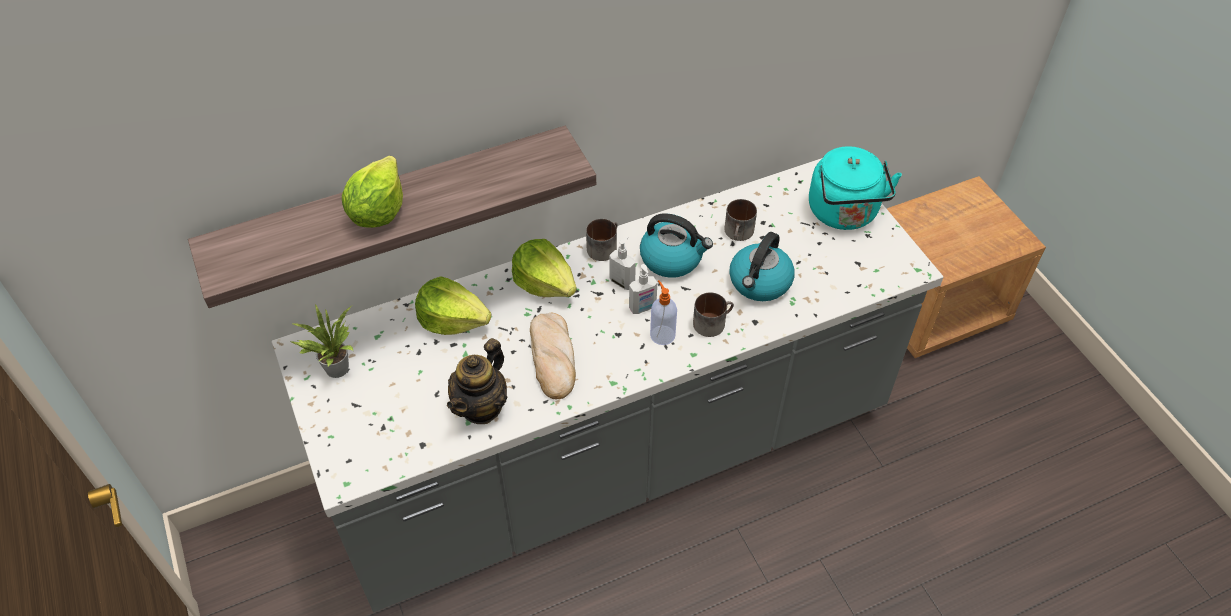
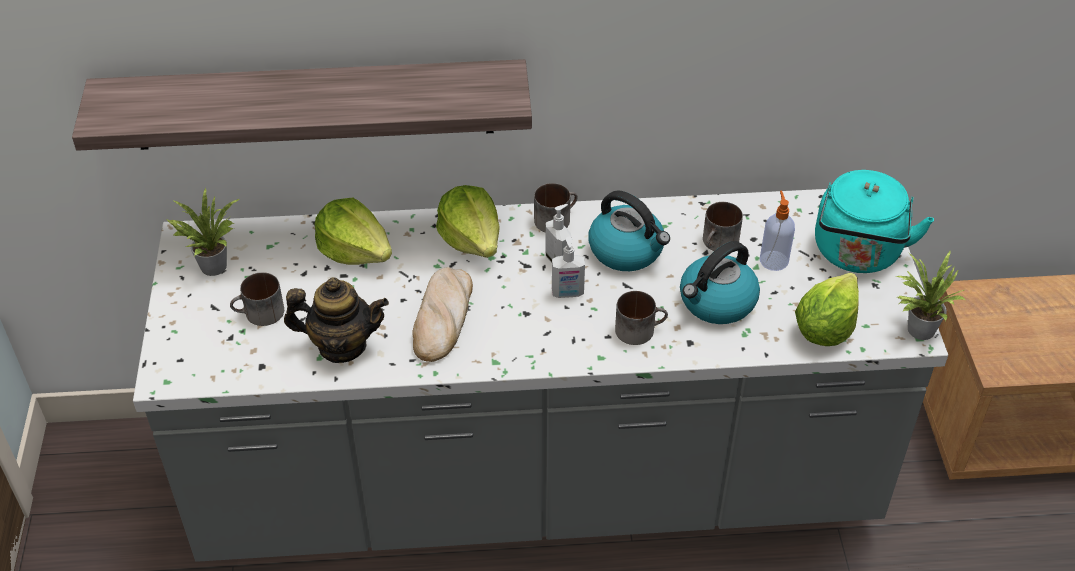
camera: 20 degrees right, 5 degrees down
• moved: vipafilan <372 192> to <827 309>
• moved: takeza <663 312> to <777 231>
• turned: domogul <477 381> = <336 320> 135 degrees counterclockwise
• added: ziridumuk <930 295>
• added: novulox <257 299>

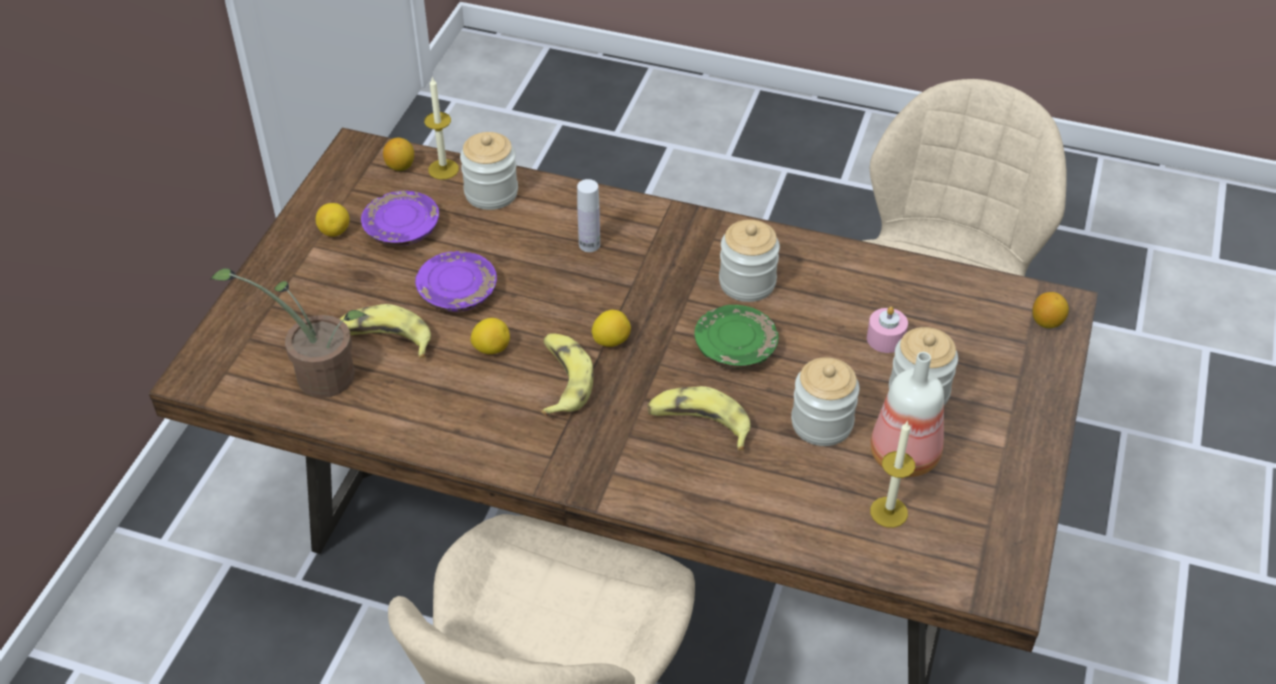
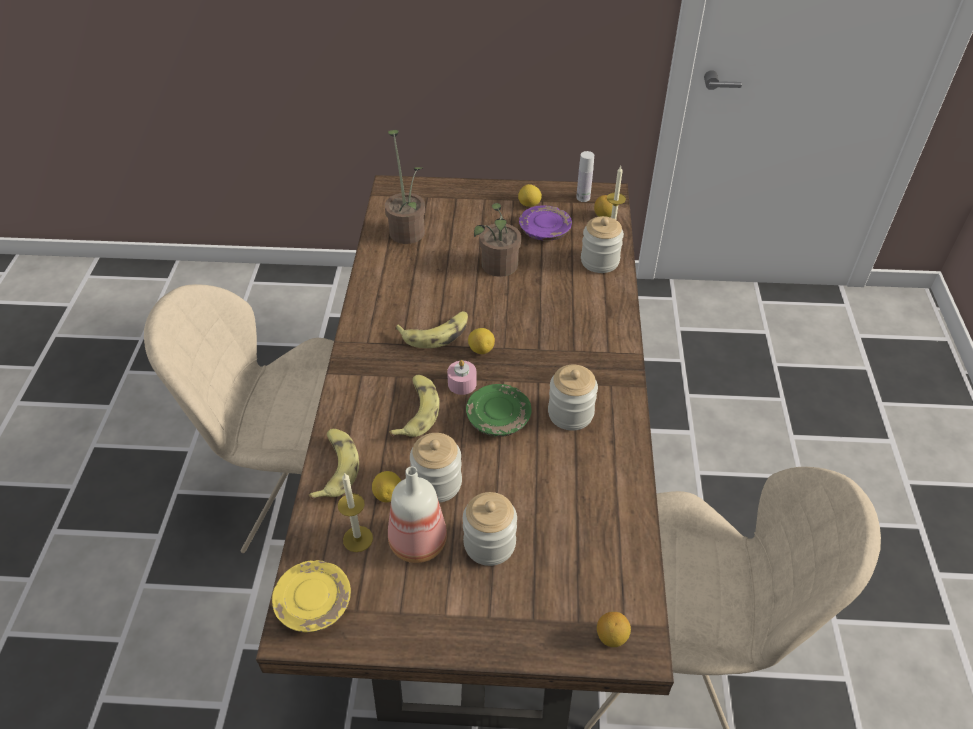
camera: 75 degrees right, 0 degrees up
• moved: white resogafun <588 215> to <585 176>
• replaced: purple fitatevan <456 281> to ziridumuk <497 240>
• moved: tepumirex <385 331> to <334 464>
• moved: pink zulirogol <887 329> to <462 377>
• moved: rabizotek <490 336> to <386 486>
• added: yellow fitatevan <311 596>

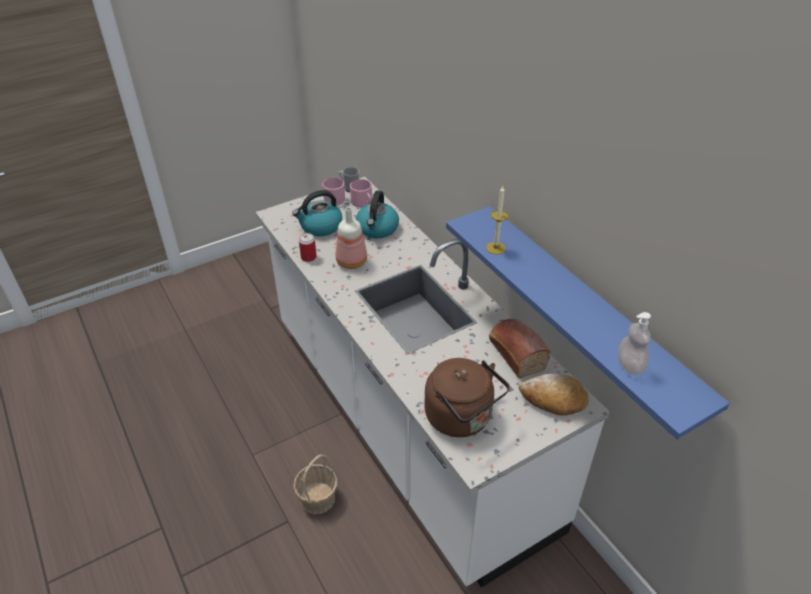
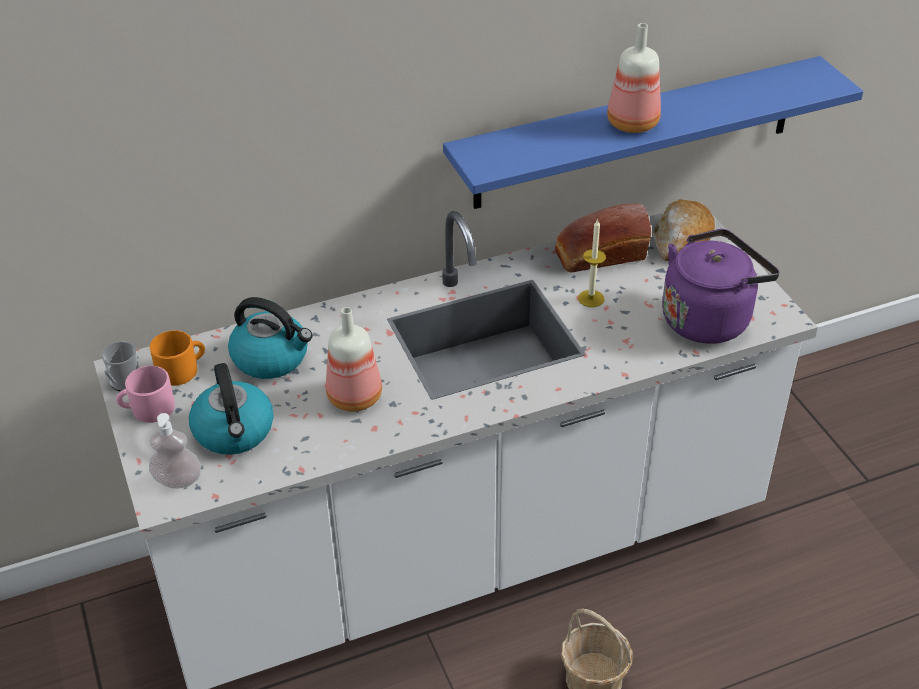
camera: 80 degrees left, 0 degrees up
• recoloured: pink novulox <361 193> to orange novulox <177 358>
• moved: zulirogol <497 220> to <592 262>
• removed: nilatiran <308 247>
• moved: takeza <634 343> to <175 451>
• recoloured: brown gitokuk <467 397> to purple gitokuk <721 286>
• added: resogafun <634 78>

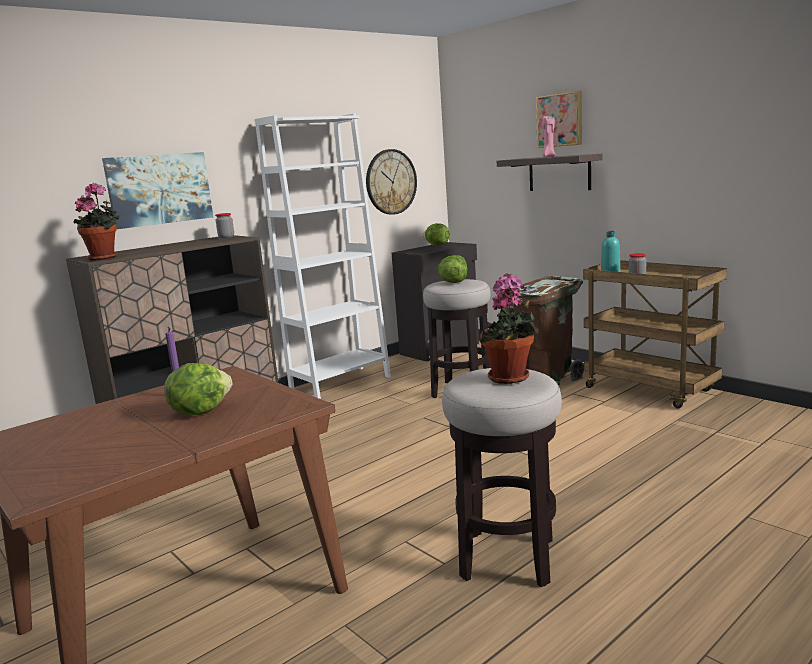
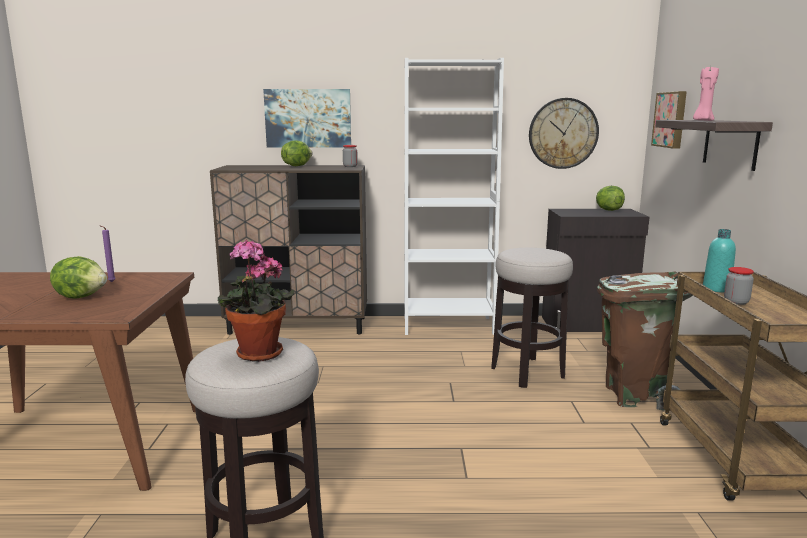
camera: 40 degrees right, 0 degrees up
• moved: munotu <559 119> to <669 120>
• removed: ziridumuk <96 222>
• moved: vipafilan <452 269> to <297 153>

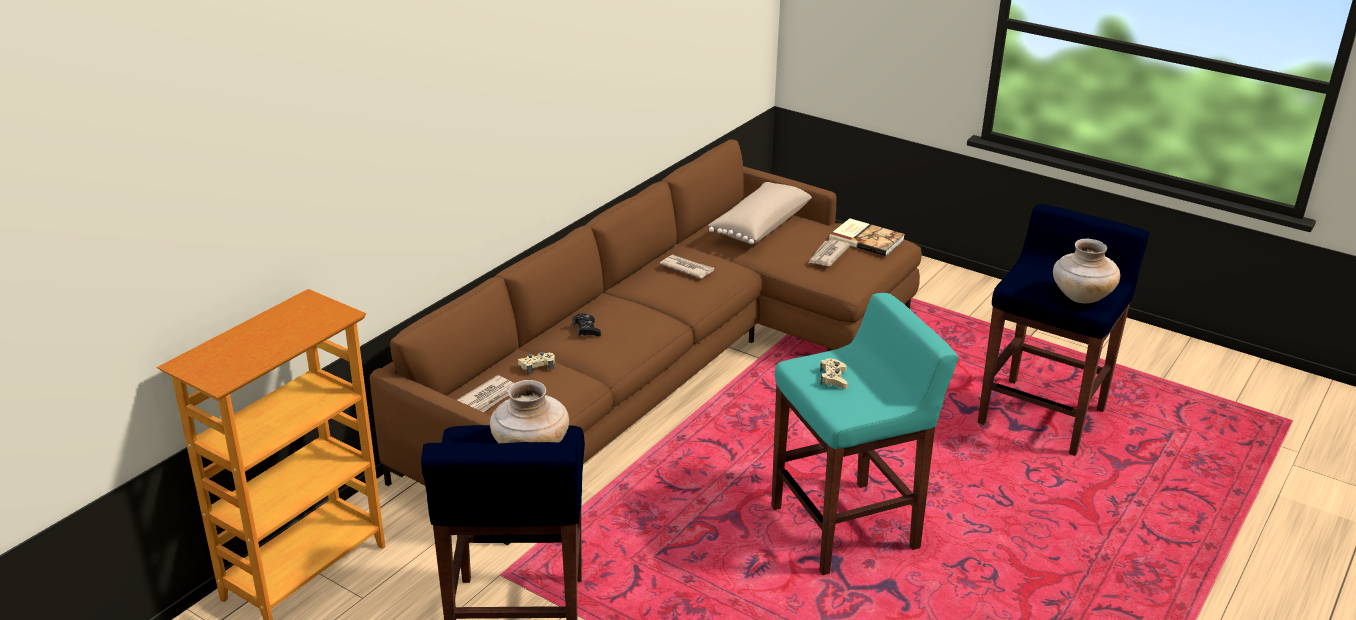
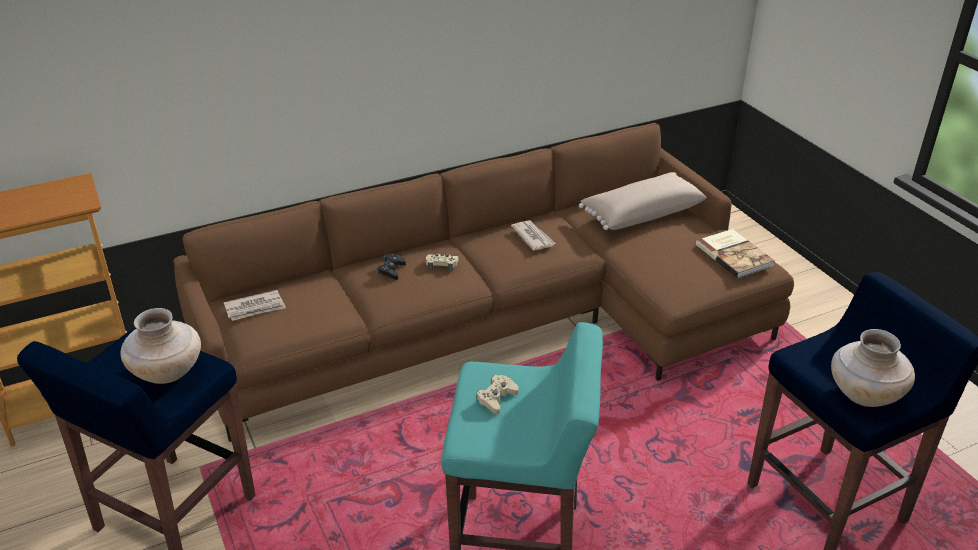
camera: 30 degrees right, 5 degrees up
• removed: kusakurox <829 253>
• moved: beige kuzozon <536 363> to <442 262>

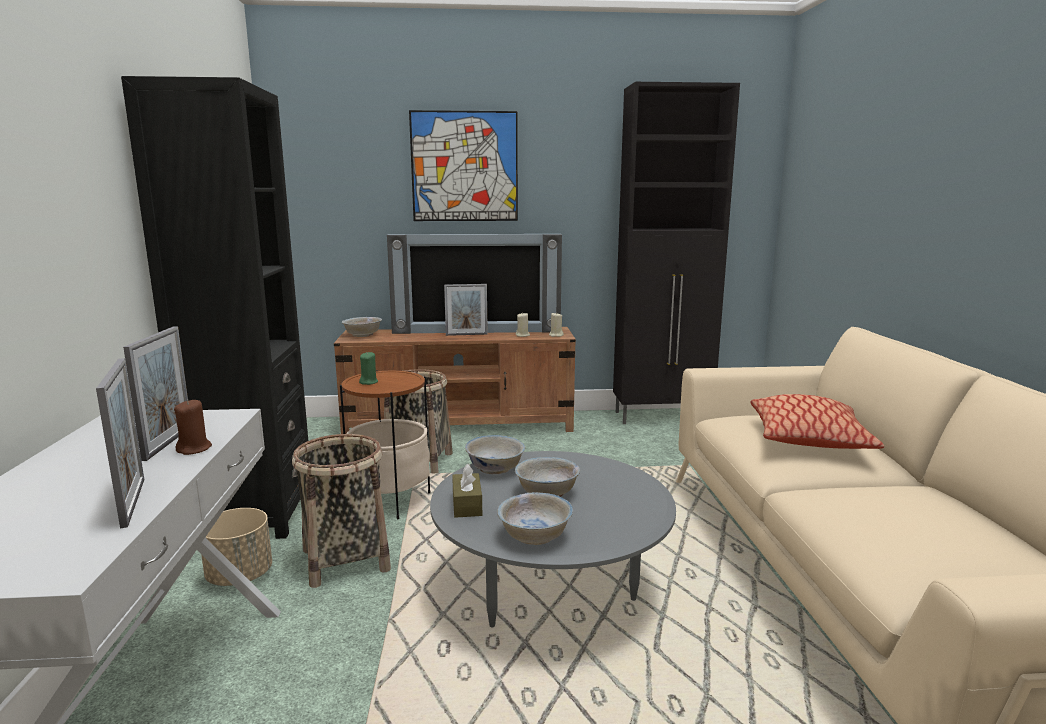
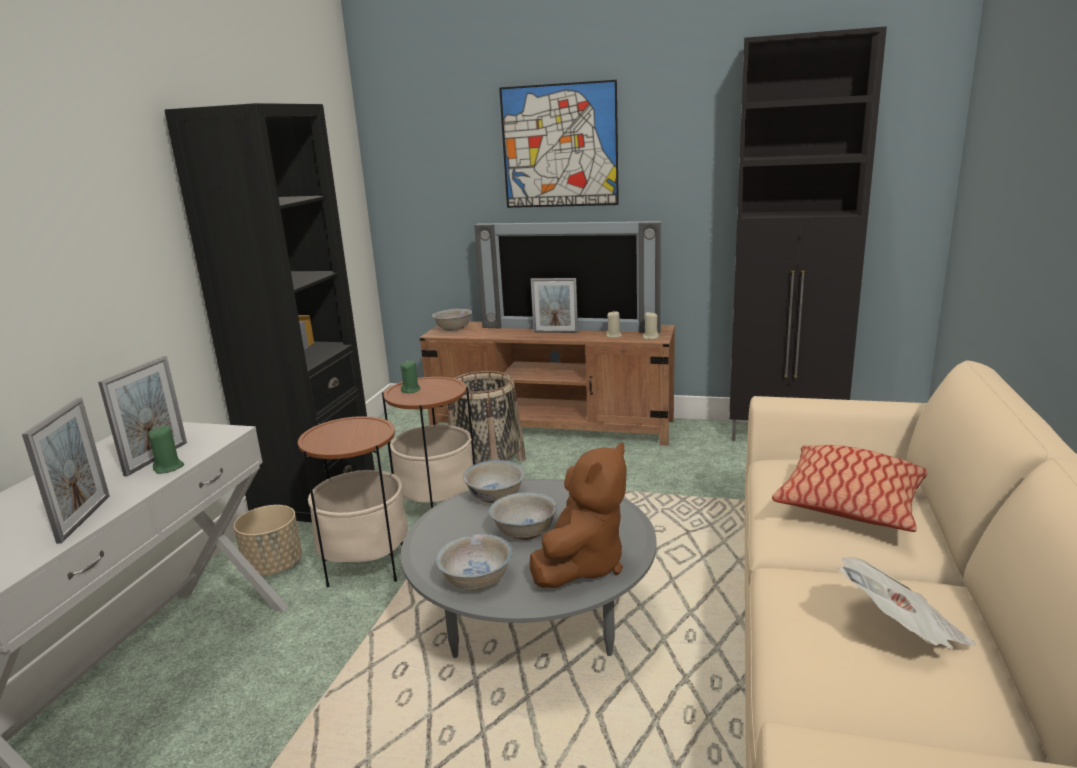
camera: 20 degrees right, 5 degrees up
• recoloured: brown zulirogol <193 427> to green zulirogol <166 449>
• replaced: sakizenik <341 511> to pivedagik <353 502>
• removed: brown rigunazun <467 491>
• added: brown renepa <578 515>
• added: kusakurox <907 603>

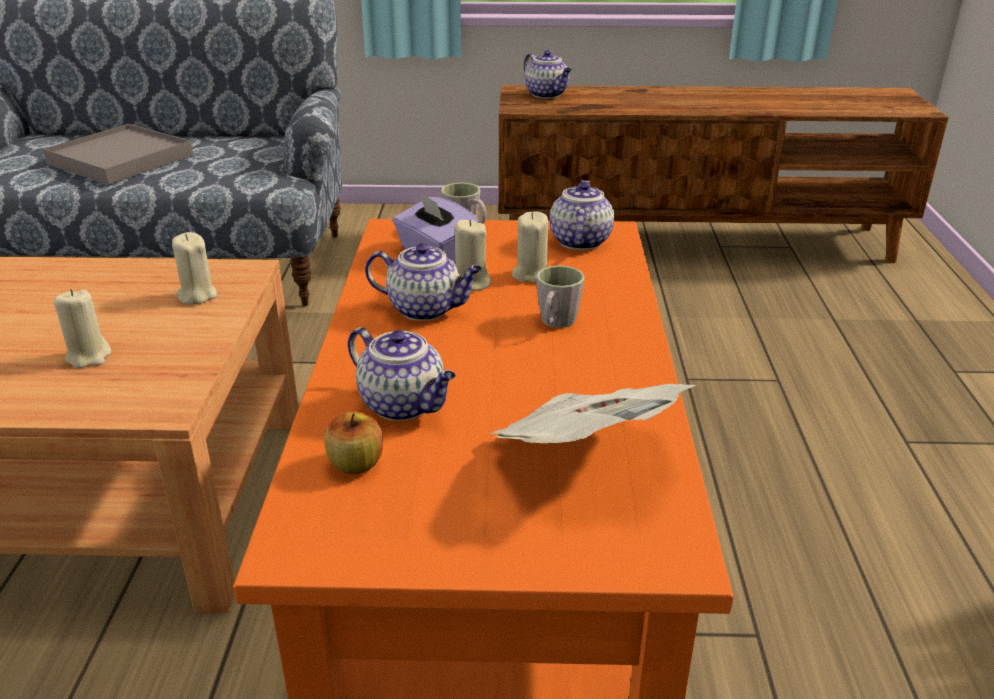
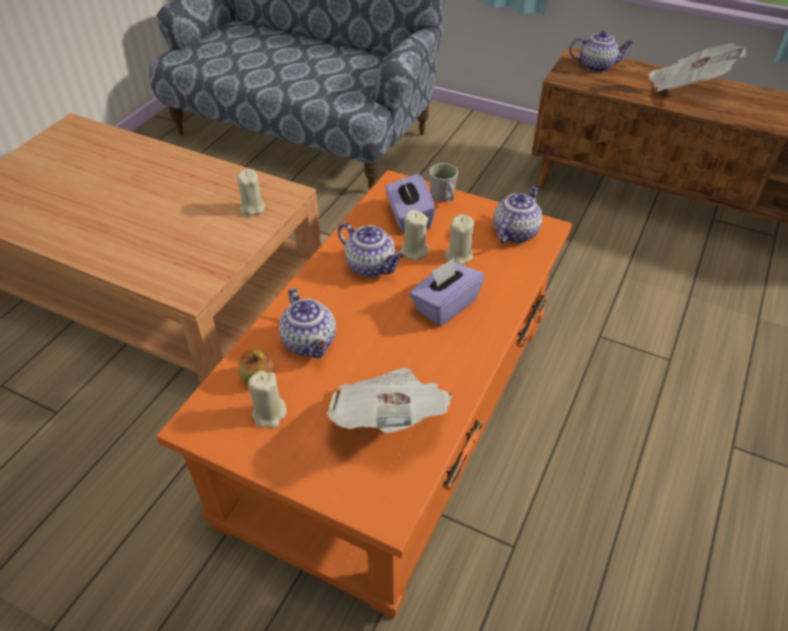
camera: 25 degrees right, 15 degrees up
• turned: domogul <548 74> = <601 51> 75 degrees counterclockwise
• removed: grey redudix <117 154>
• replaced: grey novulox <560 296> to purple rigunazun <447 292>
• moved: beige zulirogol <82 328> to <267 400>
• added: kusakurox <697 67>

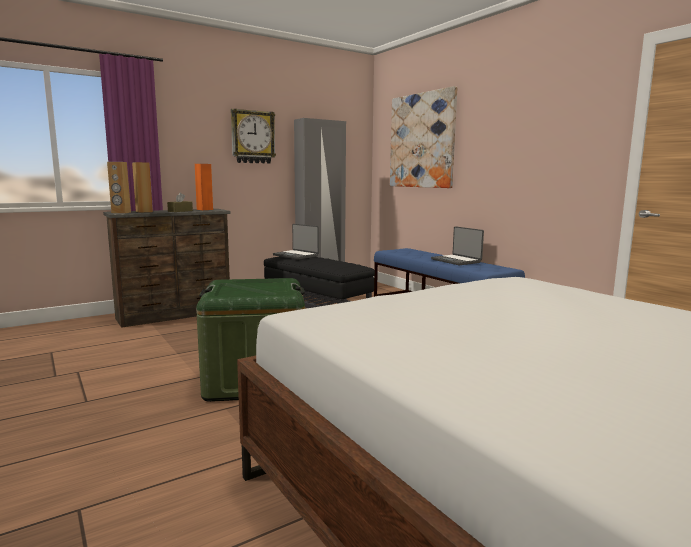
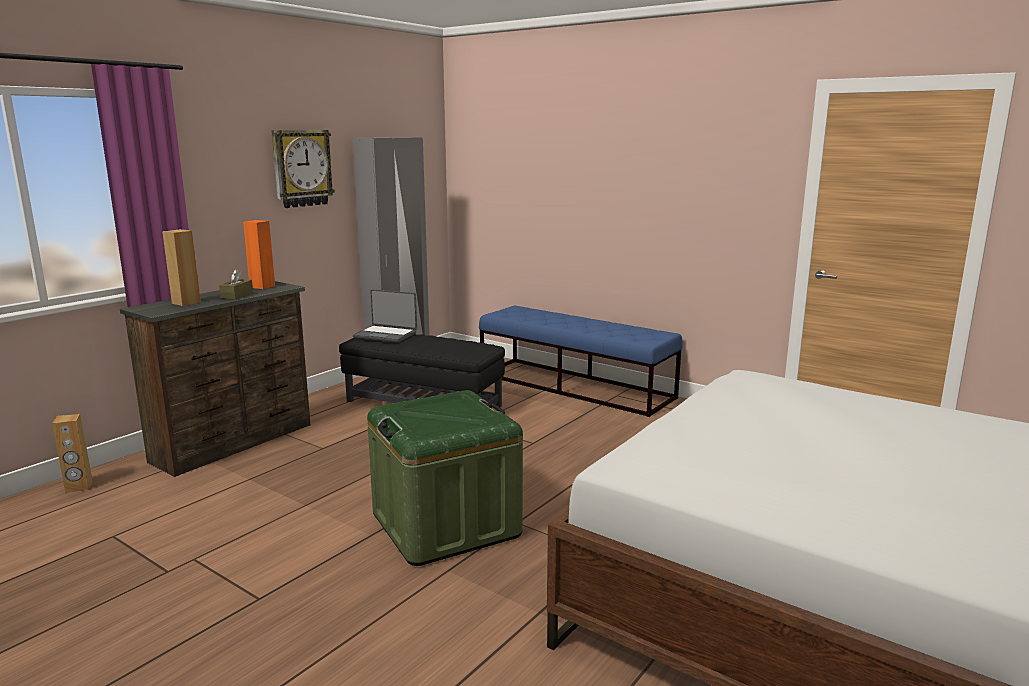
camera: 20 degrees left, 5 degrees up
• removed: munotu <423 137>
• moved: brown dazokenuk <119 187> to <72 453>
• removed: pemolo <457 245>

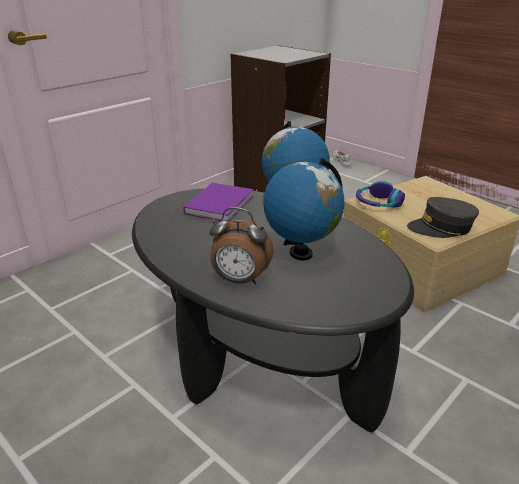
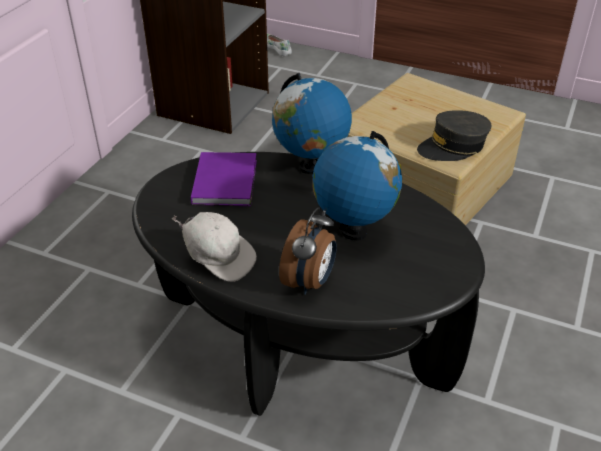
camera: 20 degrees left, 10 degrees up
• removed: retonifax <380 194>
• turned: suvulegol <241 245> = <308 251> 60 degrees counterclockwise
• added: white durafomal <214 247>

